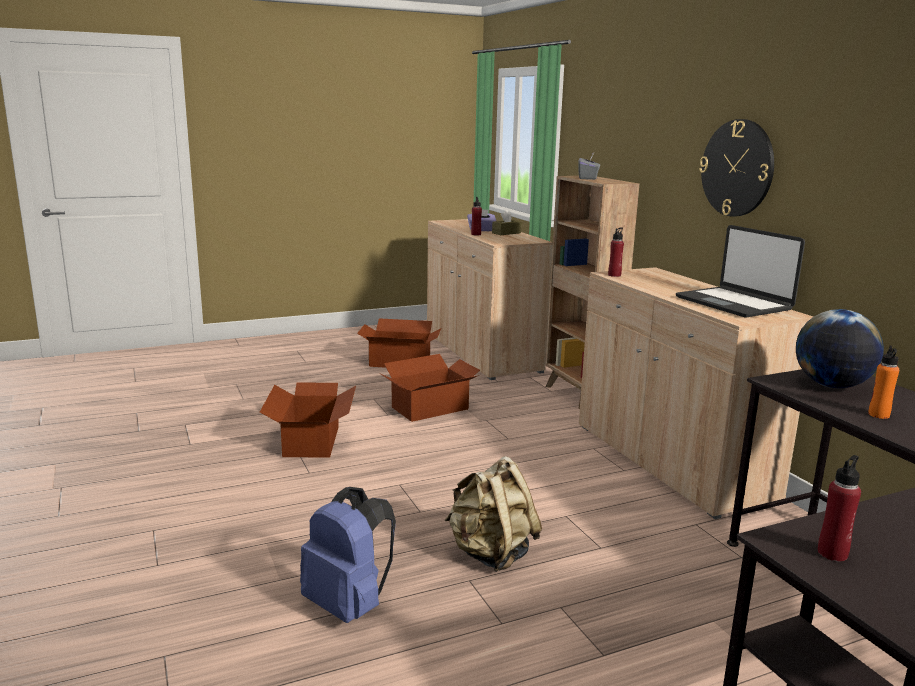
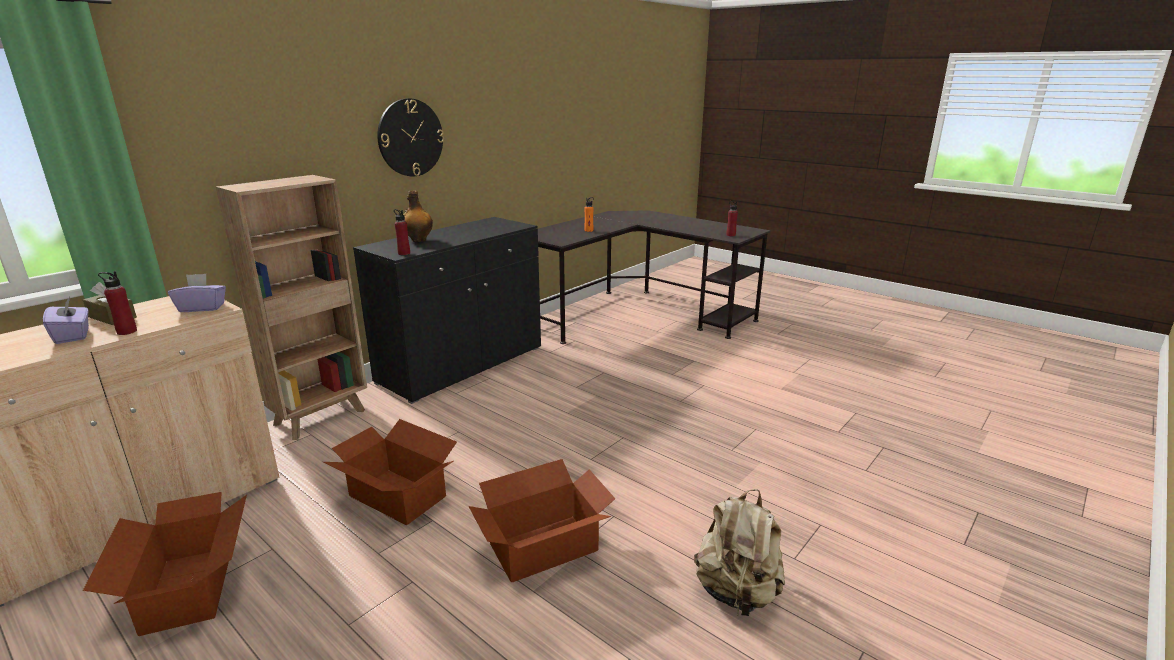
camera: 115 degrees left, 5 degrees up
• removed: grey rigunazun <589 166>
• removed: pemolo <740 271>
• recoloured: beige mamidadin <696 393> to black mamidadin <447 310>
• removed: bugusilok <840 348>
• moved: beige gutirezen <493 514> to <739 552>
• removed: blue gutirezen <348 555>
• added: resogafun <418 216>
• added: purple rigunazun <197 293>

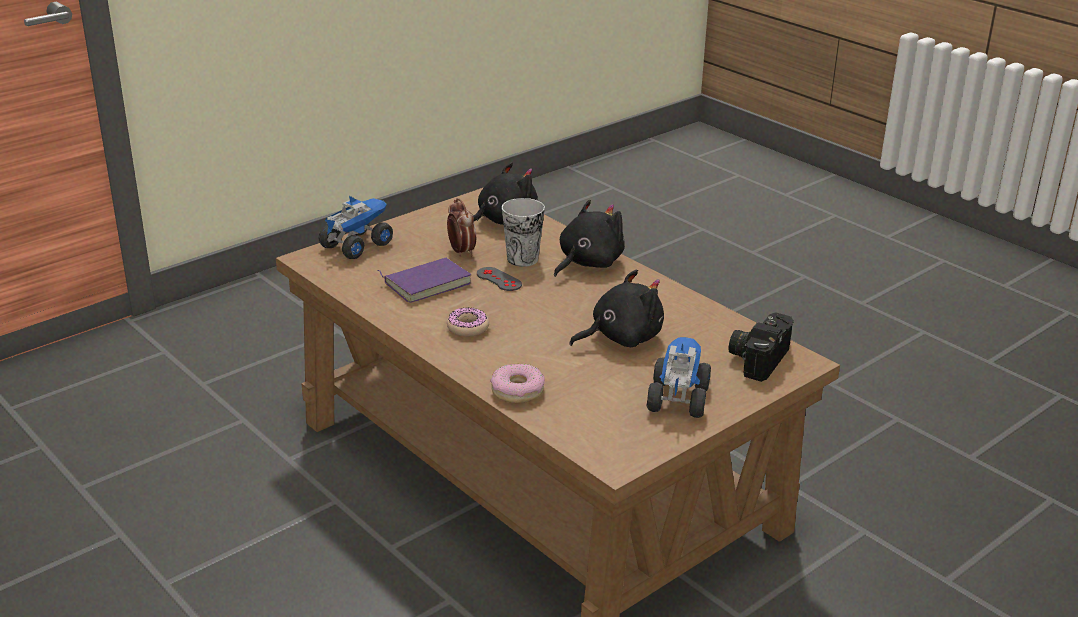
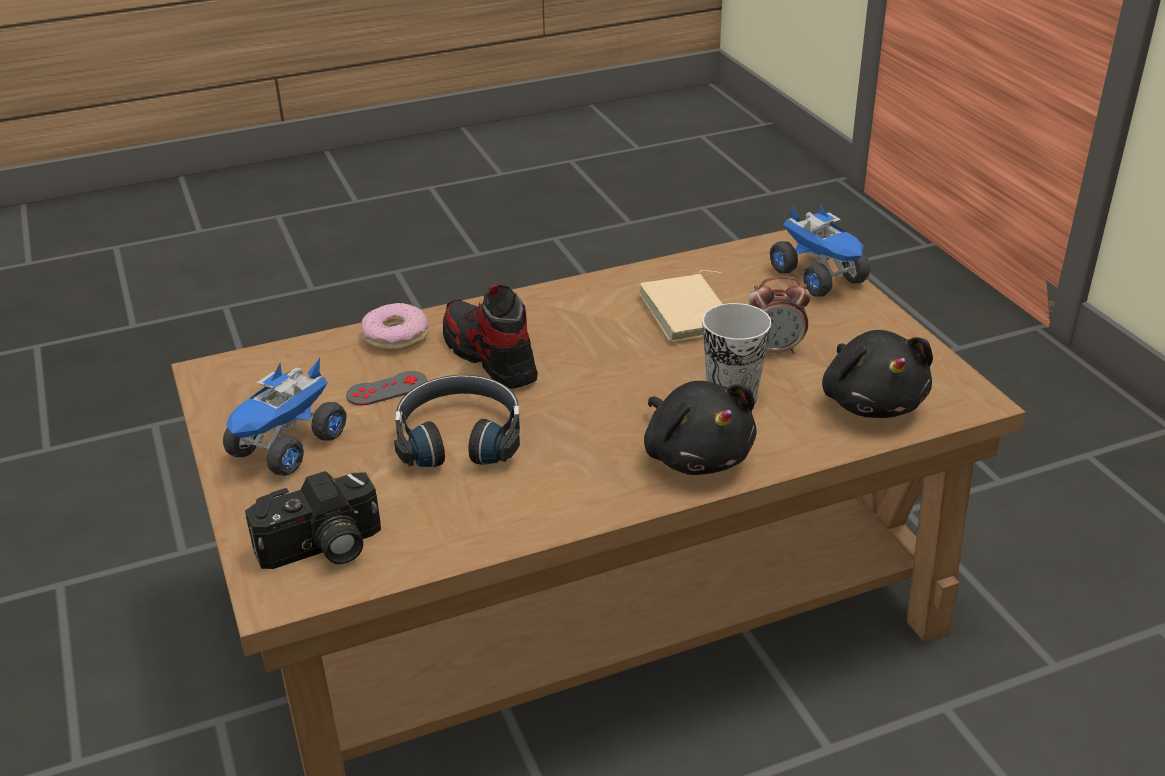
camera: 110 degrees right, 5 degrees up
• recoloured: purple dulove <424 280> to beige dulove <681 306>
• moved: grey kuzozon <499 279> to <386 388>
• replaced: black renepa <616 308> to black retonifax <457 421>
• removed: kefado <468 322>
• turned: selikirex <761 347> = <313 520> 105 degrees clockwise
• turned: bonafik <679 377> = <285 417> 90 degrees clockwise
• added: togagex <490 336>

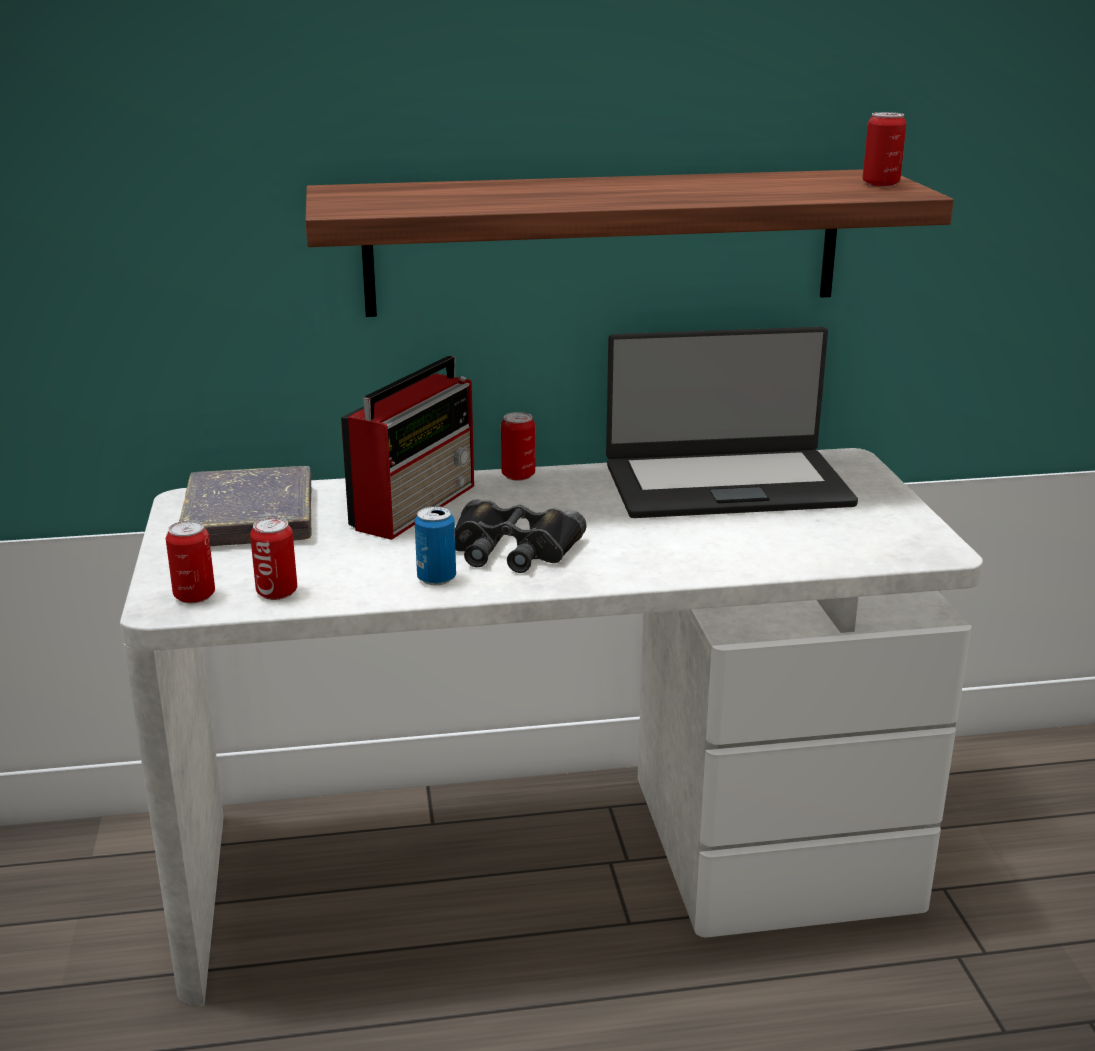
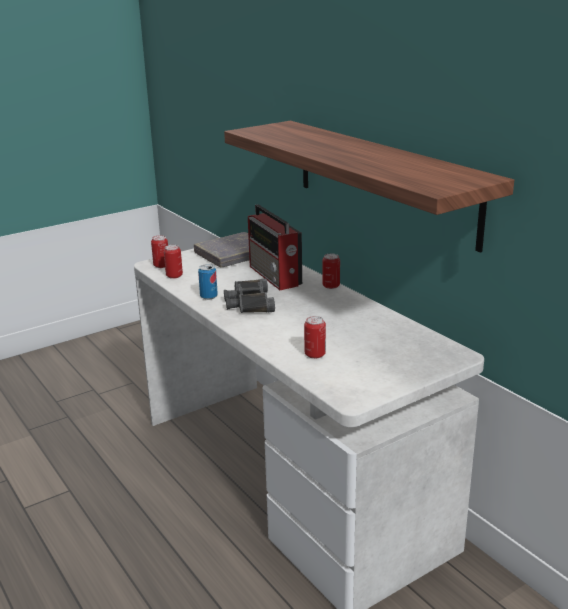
camera: 65 degrees right, 0 degrees up
• moved: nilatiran <884 149> to <315 337>
• removed: pemolo <732 422>
• turned: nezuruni <407 448> = <275 247> 60 degrees clockwise

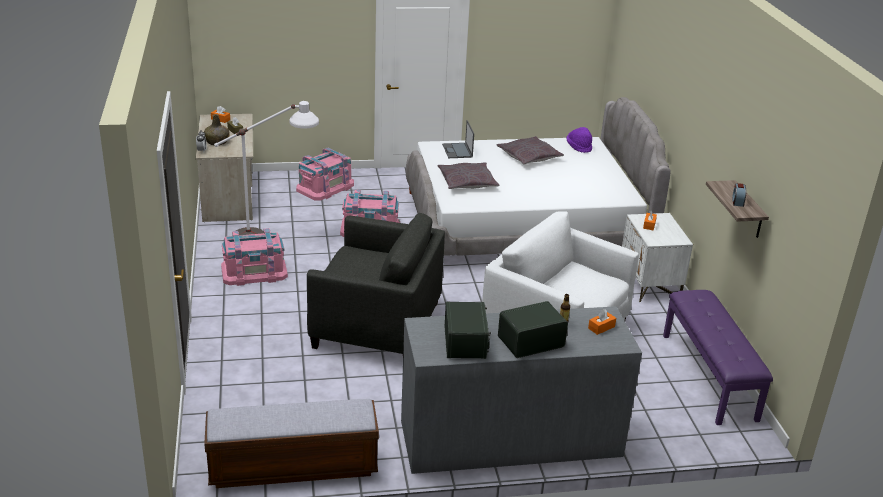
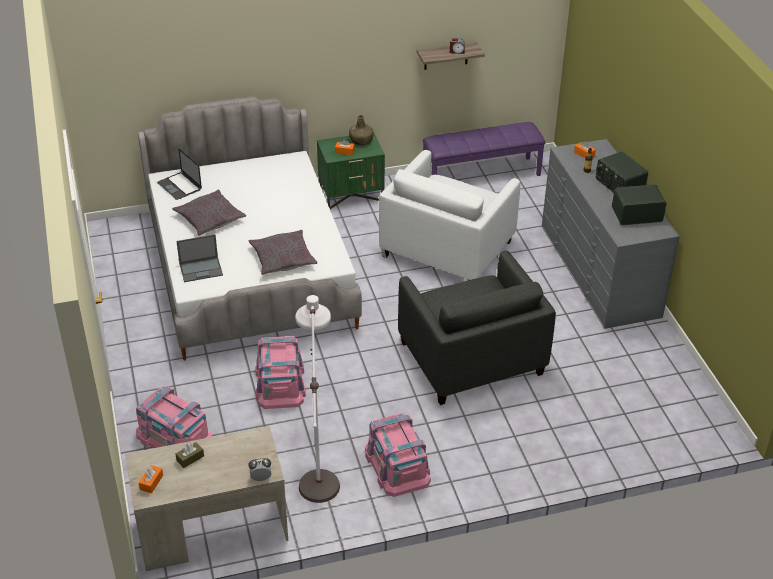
camera: 95 degrees left, 10 degrees up
• moved: green resogafun <217 129> to <361 130>
• replaced: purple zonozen <579 140> to pemolo <179 174>
• turned: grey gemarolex <376 283> = <477 328> 150 degrees clockwise
• recoloured: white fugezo <657 257> to green fugezo <351 171>
• removed: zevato <291 443>

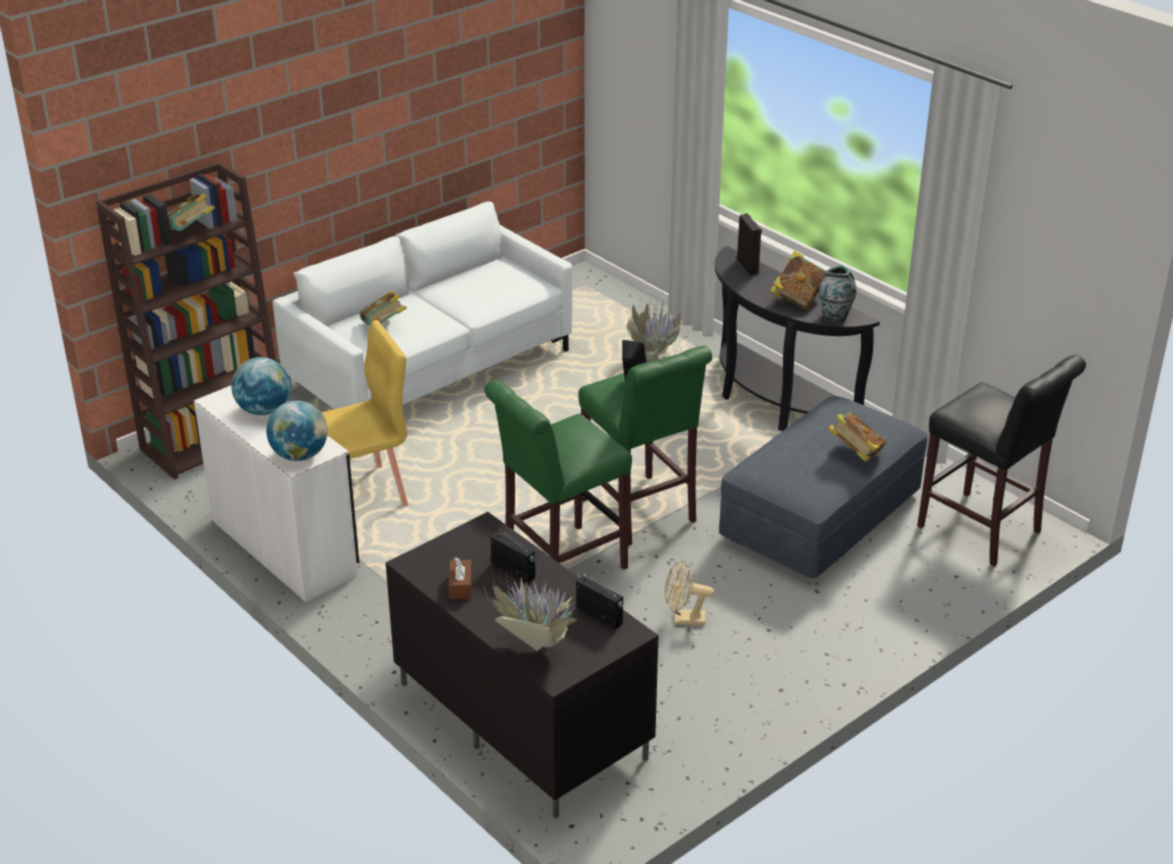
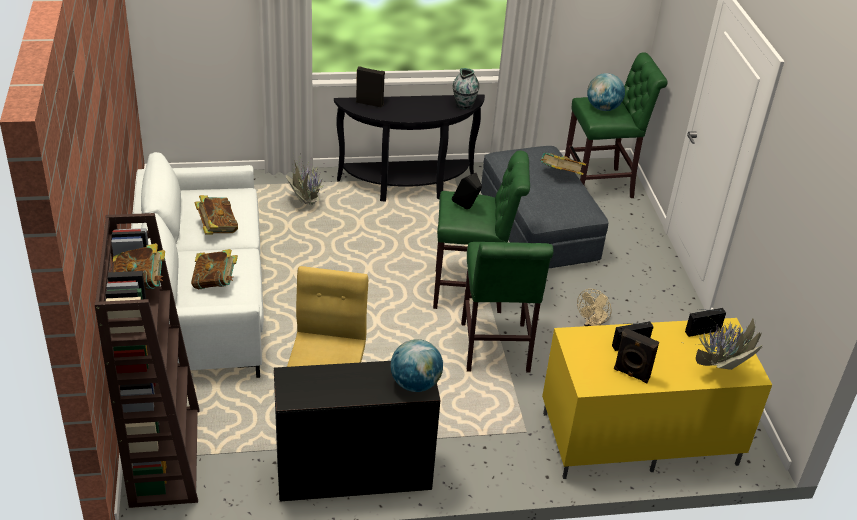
camera: 60 degrees left, 5 degrees up
• moved: dulove <798 280> to <216 215>
• recoloured: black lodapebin <1001 460> to green lodapebin <616 125>
• moved: bugusilok <261 386> to <606 92>
• recoloured: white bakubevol <276 494> to black bakubevol <357 431>
• recoloured: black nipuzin <522 665> to yellow nipuzin <657 398>
• replaced: brown rigunazun <460 578> to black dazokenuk <636 355>

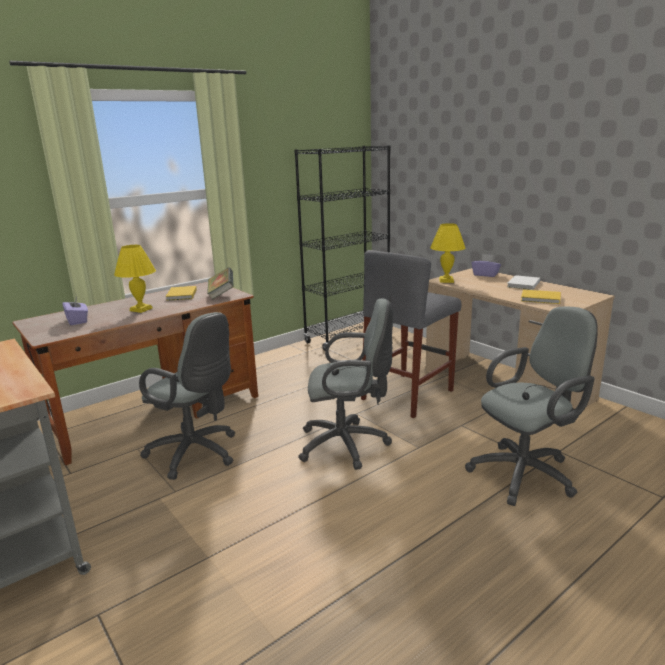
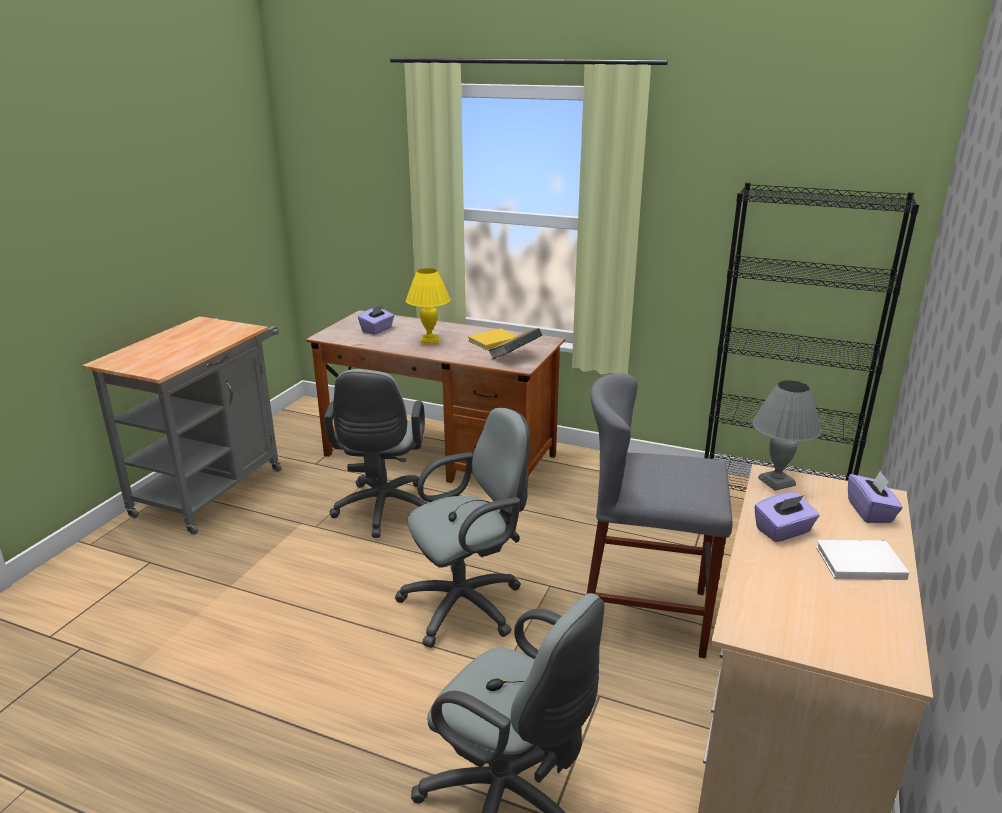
camera: 60 degrees right, 5 degrees up
• recoloured: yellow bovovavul <447 253> to grey bovovavul <787 435>
• removed: yellow dulove <541 297>
• turned: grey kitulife <345 384> = <462 528> 90 degrees counterclockwise
• added: purple rigunazun <786 517>

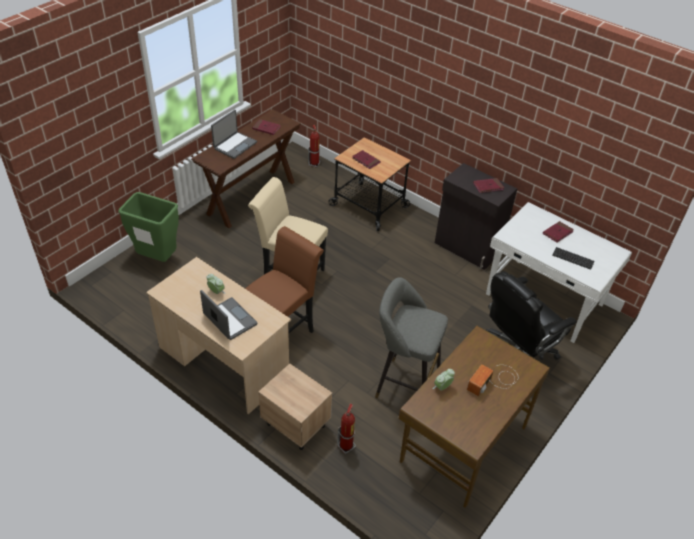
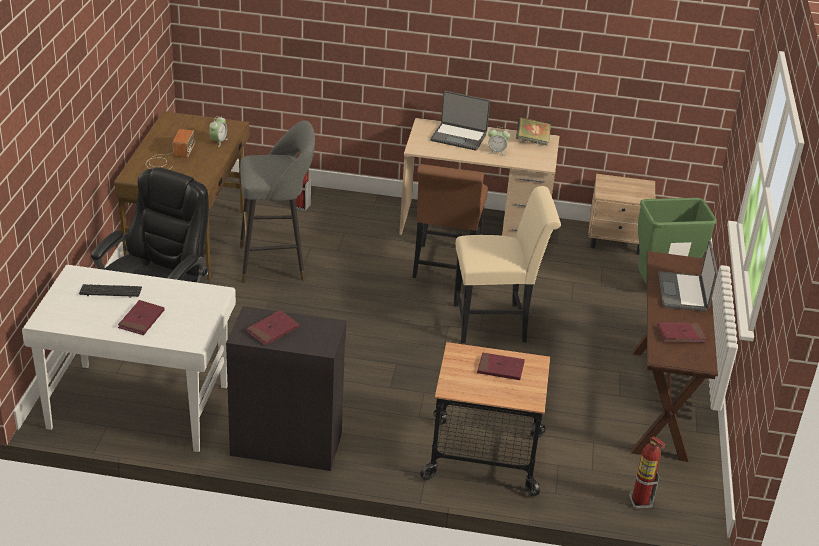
camera: 150 degrees right, 10 degrees down
• moved: beige fugezo <295 407> to <621 214>
• added: dulove <533 131>

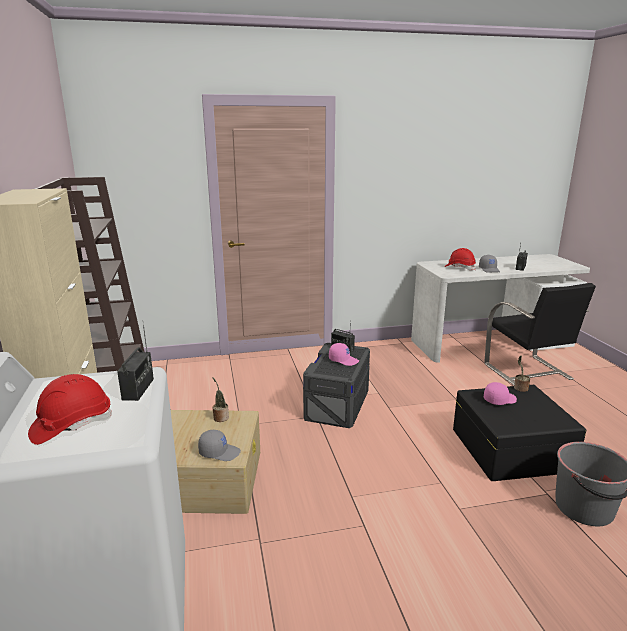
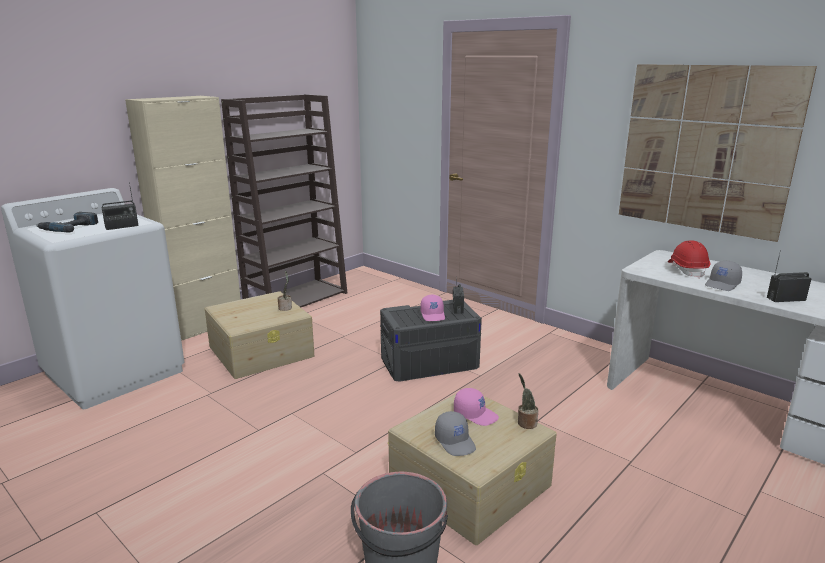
camera: 55 degrees right, 0 degrees up
• removed: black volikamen <540 334>
• replaced: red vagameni <70 409> to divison <67 222>
• recoloured: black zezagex <519 433> to beige zezagex <472 469>
• moved: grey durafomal <219 445> to <455 433>
• added: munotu <718 153>

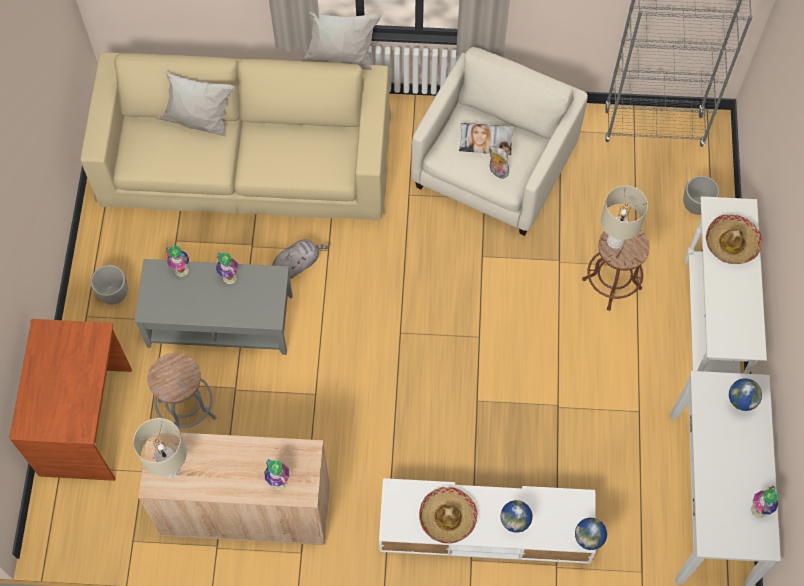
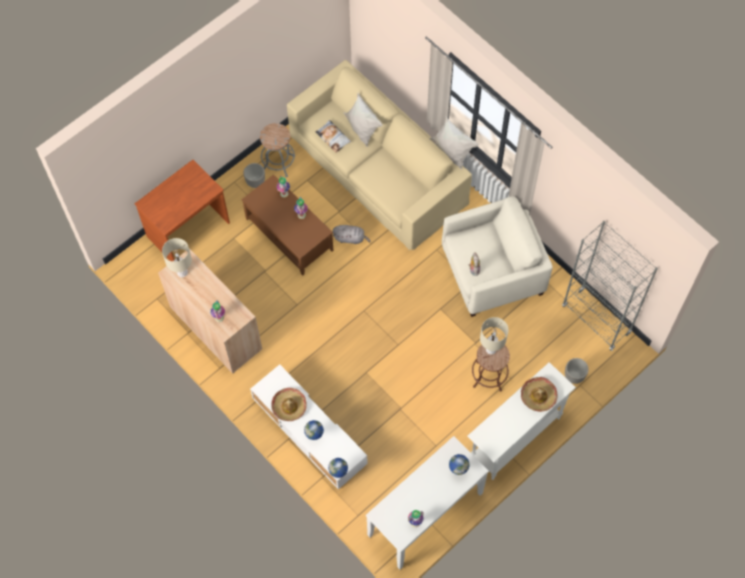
camera: 45 degrees right, 0 degrees up
• moved: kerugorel <487 139> to <333 136>
• recoloured: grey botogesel <213 307> to brown botogesel <288 225>
• moved: grey lodapebin <182 390> to <277 150>

